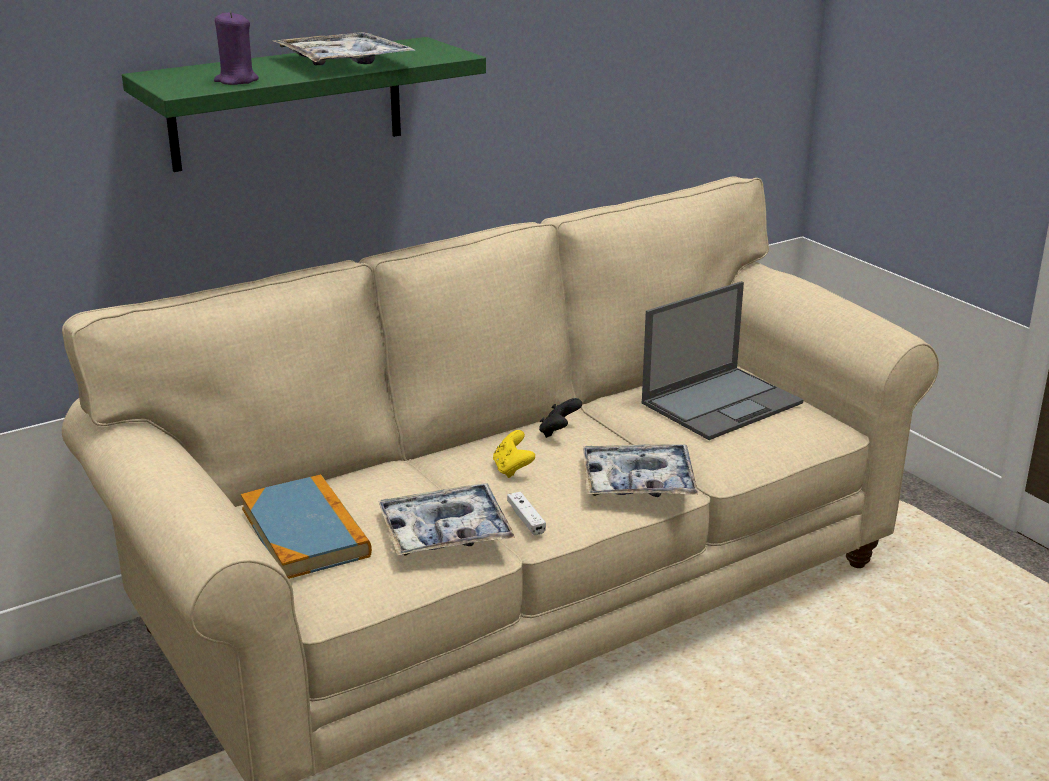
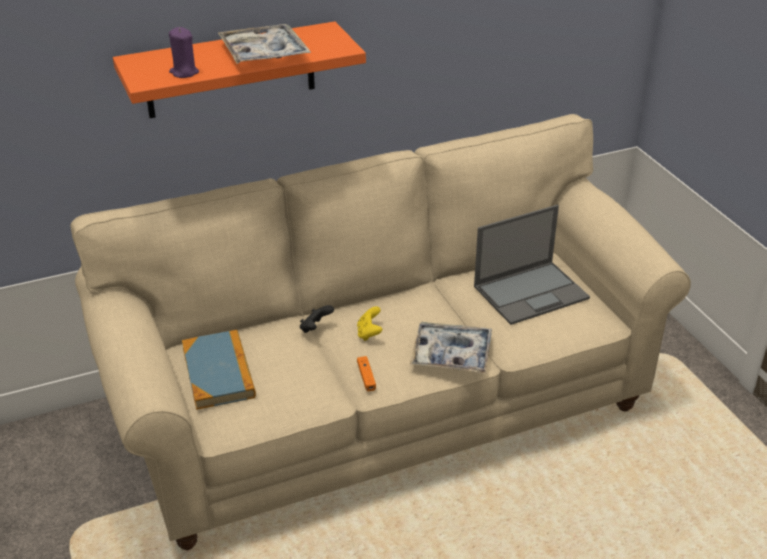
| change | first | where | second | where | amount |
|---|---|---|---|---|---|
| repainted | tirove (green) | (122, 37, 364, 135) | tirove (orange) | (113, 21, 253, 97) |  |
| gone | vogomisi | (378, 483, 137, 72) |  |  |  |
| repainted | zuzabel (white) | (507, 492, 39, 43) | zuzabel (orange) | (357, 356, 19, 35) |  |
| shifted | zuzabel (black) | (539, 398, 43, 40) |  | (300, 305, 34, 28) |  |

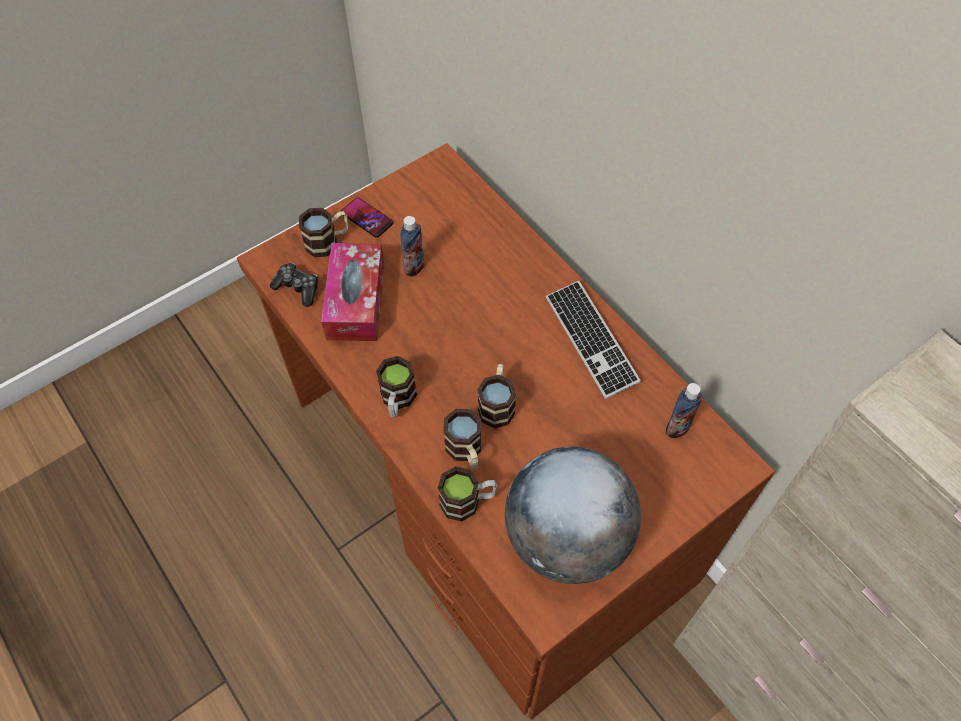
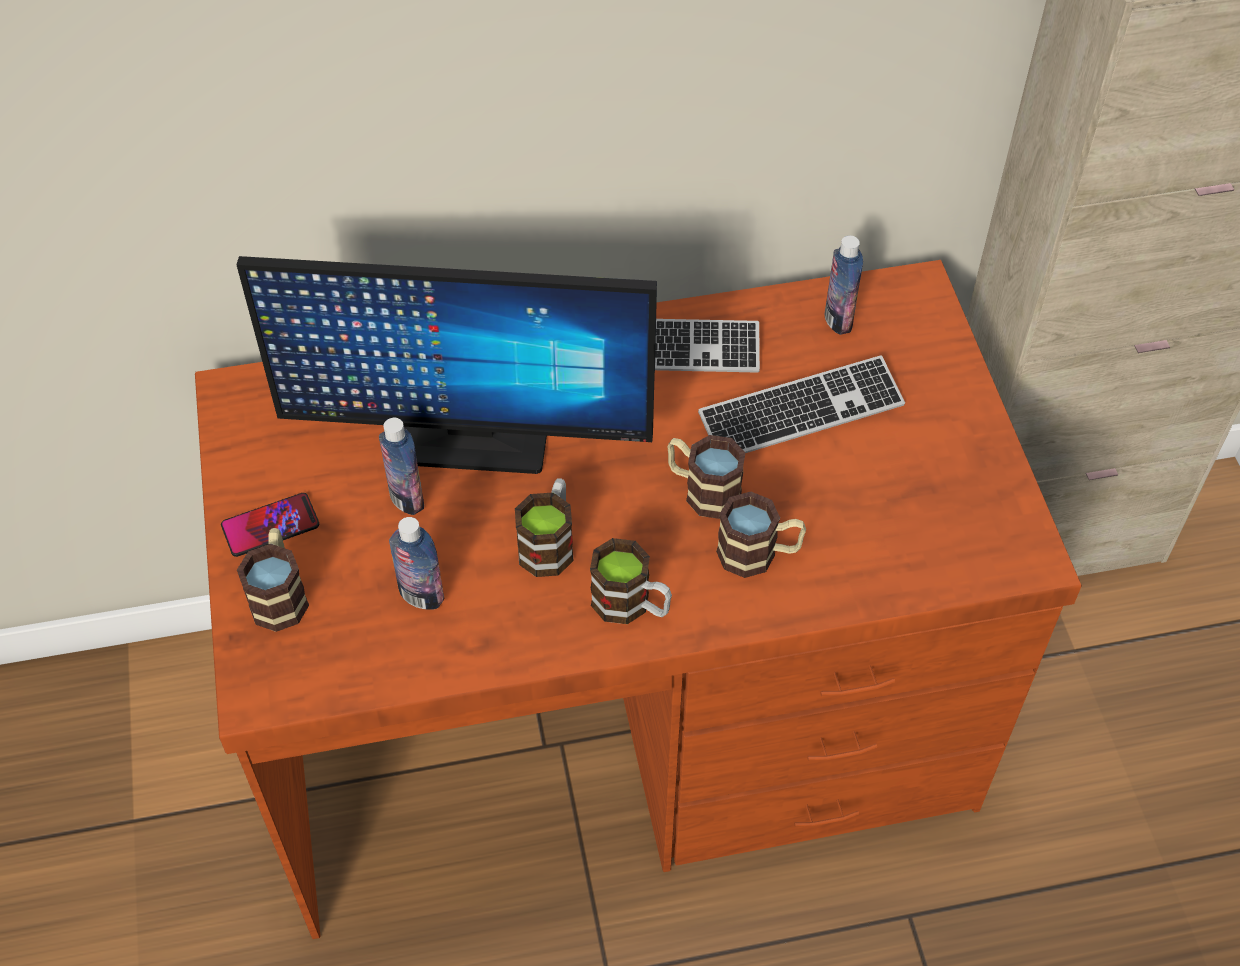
| change | first | where | second | where | amount |
|---|---|---|---|---|---|
| gone | zuzabel | (270, 263, 48, 44) |  |  |  |
| swapped | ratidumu | (321, 243, 63, 98) | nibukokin | (389, 517, 55, 93) |  |
| shifted | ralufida | (438, 466, 59, 56) |  | (515, 478, 59, 99) |  |
| gone | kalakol | (505, 446, 136, 138) |  |  |  |
| new |  |  | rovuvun | (236, 256, 421, 218) |  |
| new |  |  | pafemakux | (698, 355, 207, 98) |  |

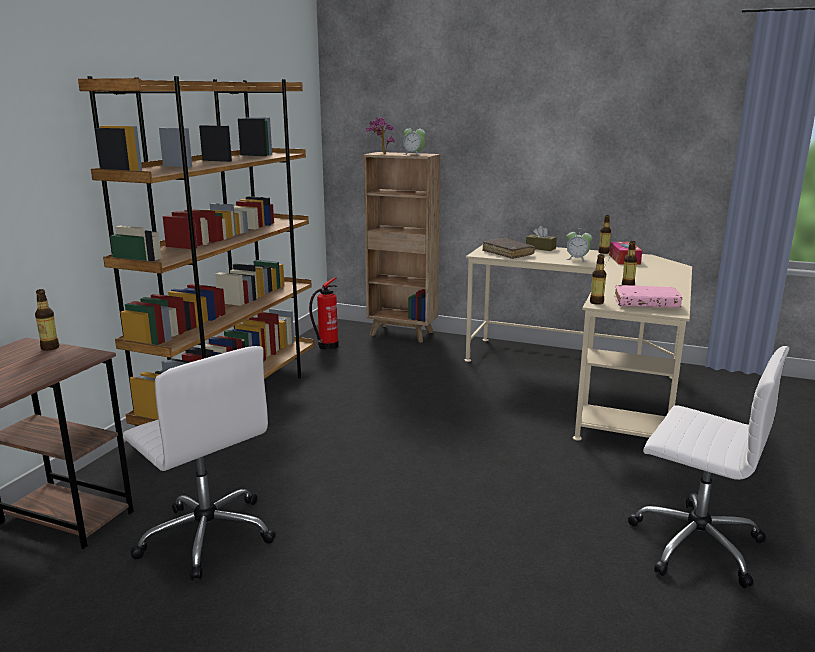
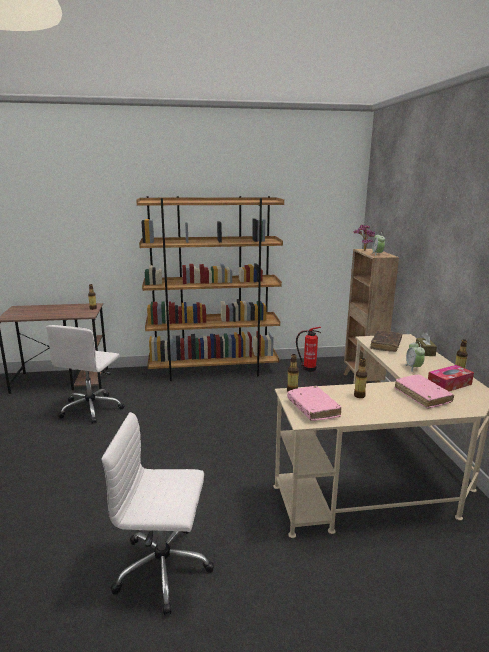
| change | first | where | second | where | amount |
|---|---|---|---|---|---|
| rotated | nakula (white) | (628, 346, 161, 242) |  | (102, 412, 112, 204) | 90 degrees clockwise |
| new |  |  | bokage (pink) | (394, 375, 60, 34) |  |

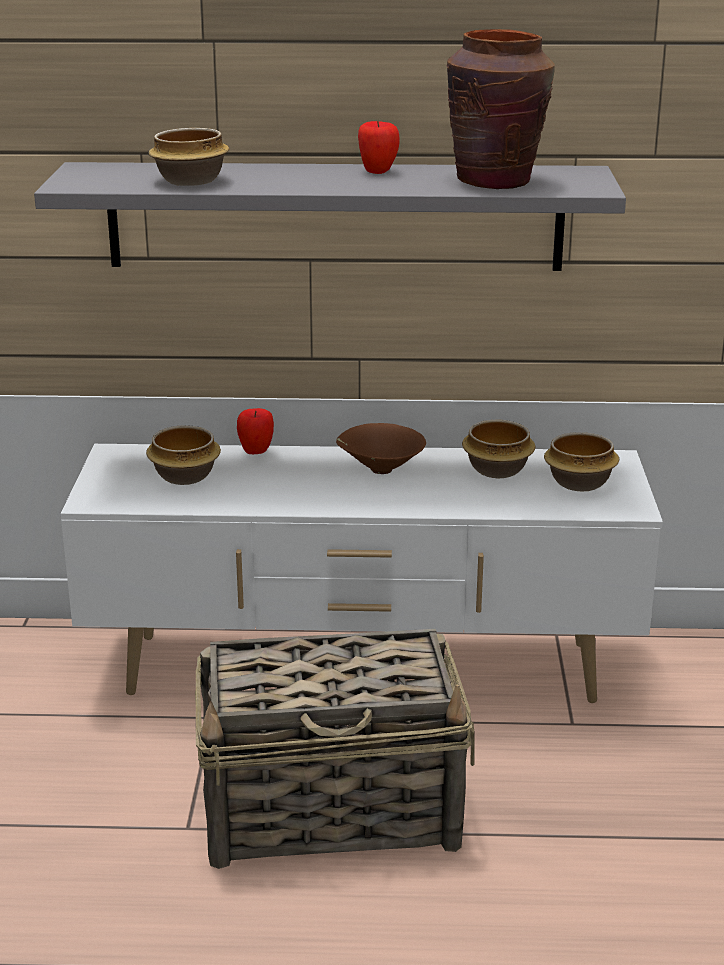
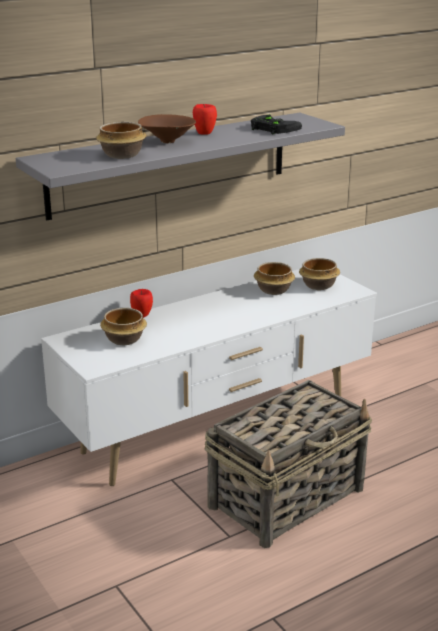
| change | first | where | second | where | amount |
|---|---|---|---|---|---|
| shifted | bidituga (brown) | (336, 423, 90, 51) |  | (138, 114, 58, 29) |  |
| swapped | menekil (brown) | (446, 29, 109, 160) | zuzabel (black) | (251, 115, 51, 19) |  |

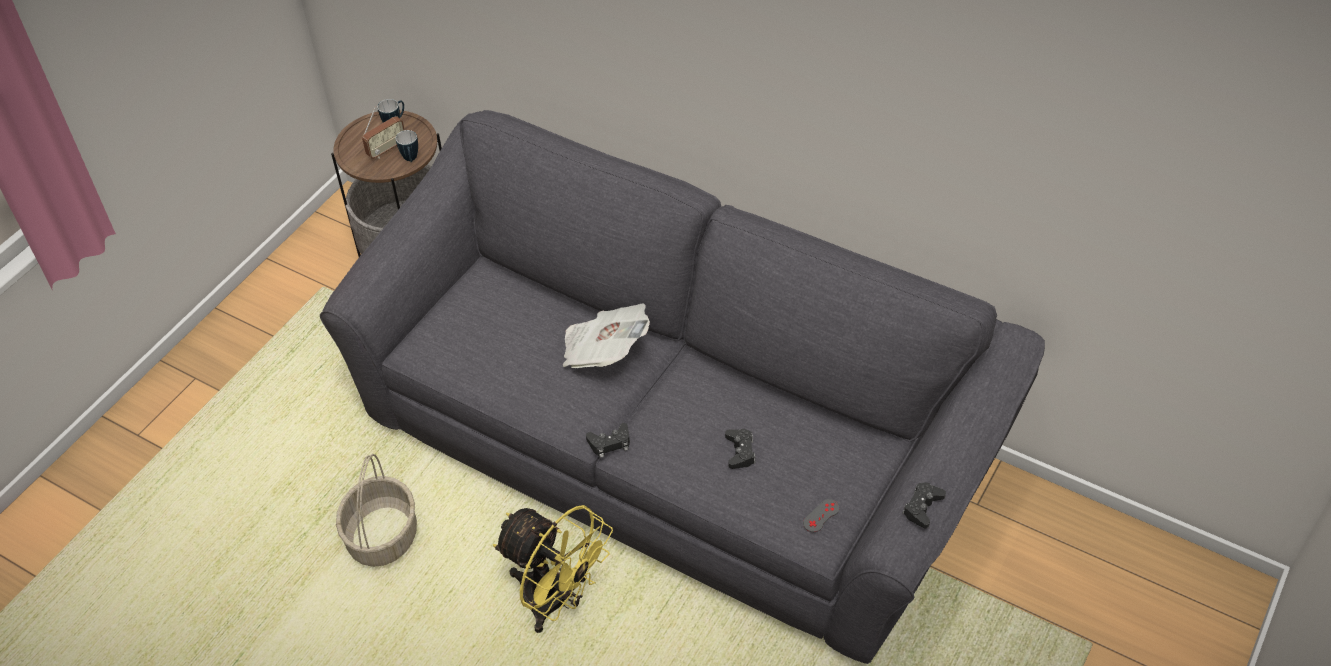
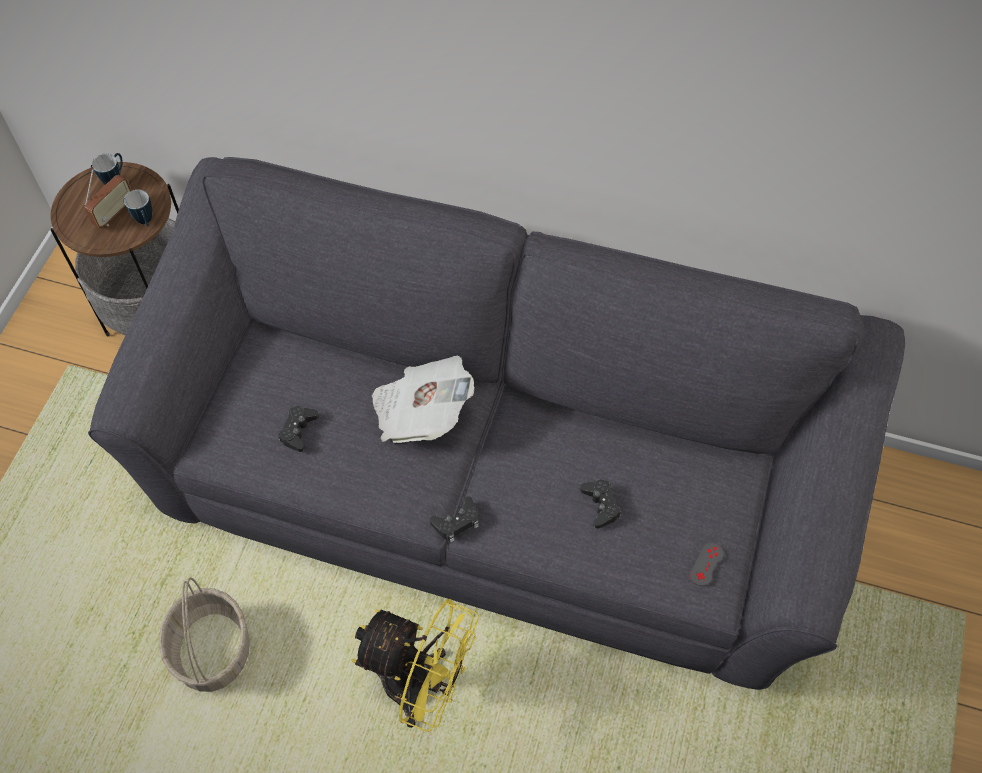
| change | first | where | second | where | amount |
|---|---|---|---|---|---|
| shifted | zuzabel (black) | (903, 482, 43, 46) |  | (278, 406, 41, 46) |  |

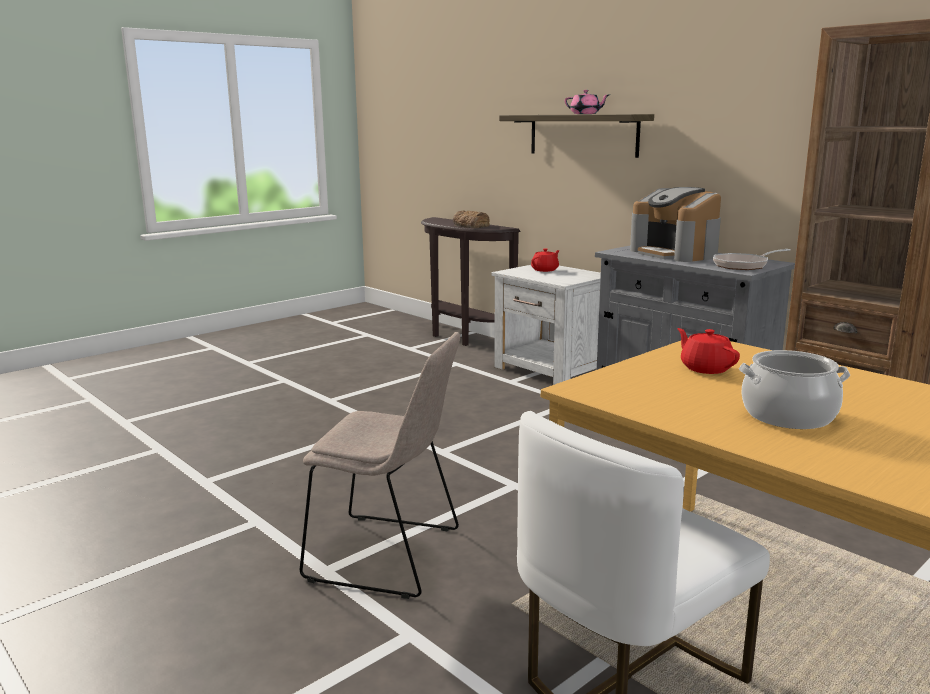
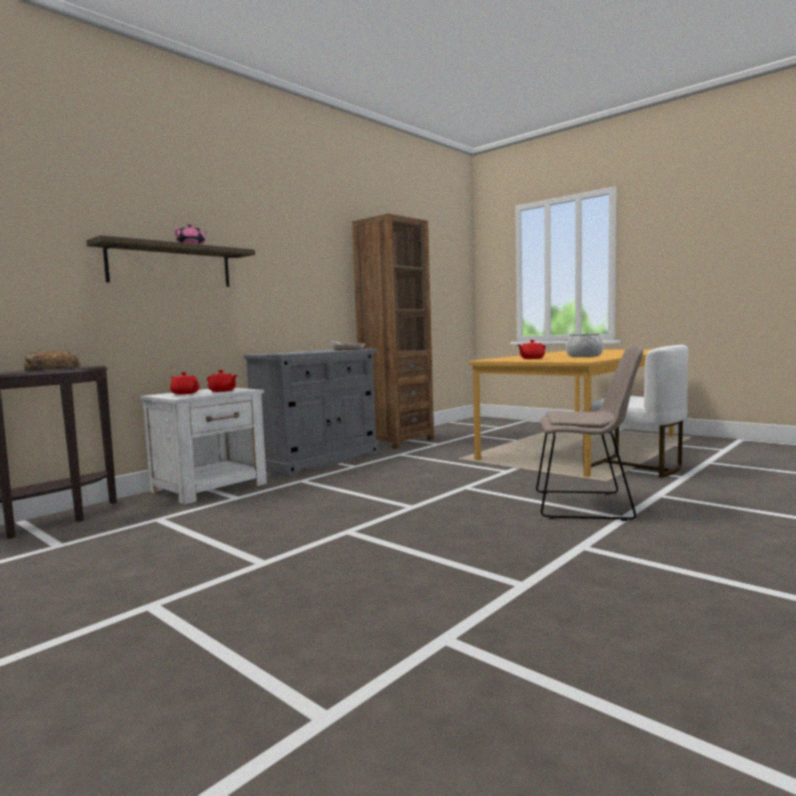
| change | first | where | second | where | amount |
|---|---|---|---|---|---|
| rotated | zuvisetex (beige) | (299, 332, 161, 267) |  | (536, 345, 107, 176) | 90 degrees clockwise |
| gone | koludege | (630, 187, 91, 75) |  |  |  |
| new |  |  | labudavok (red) | (207, 370, 30, 22) |  |

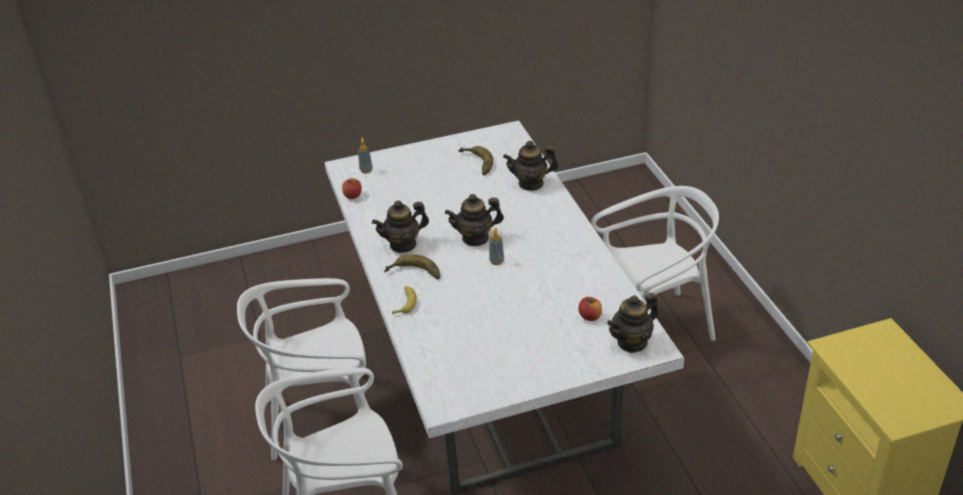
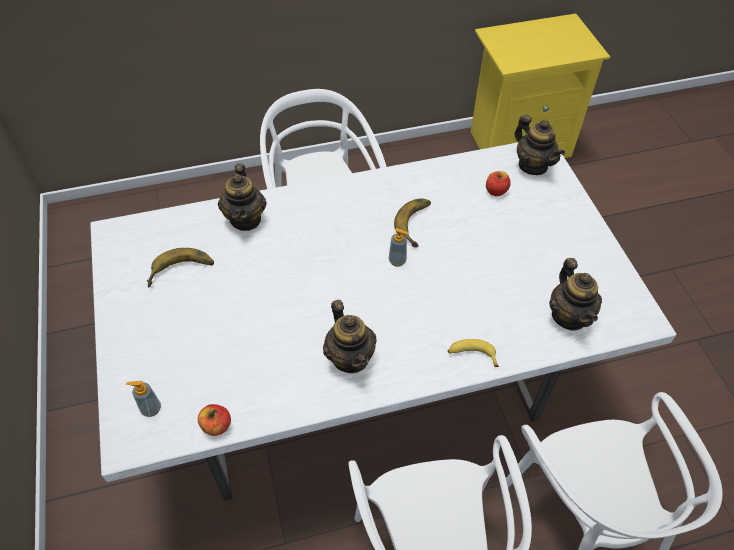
| change | first | where | second | where | amount |
|---|---|---|---|---|---|
| shifted | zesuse | (384, 254, 56, 26) |  | (394, 198, 37, 50) |  |
| shifted | labudavok | (445, 194, 59, 52) |  | (549, 258, 53, 73) |  |

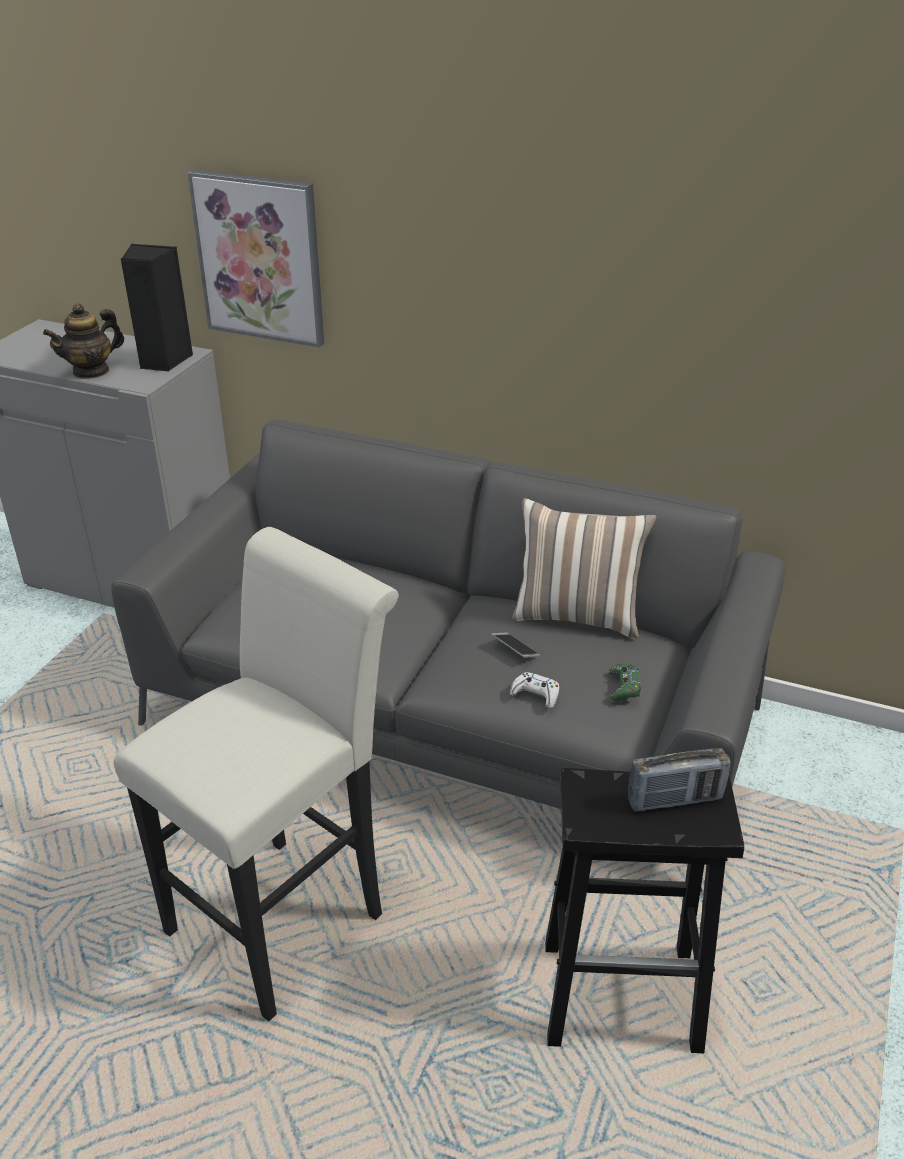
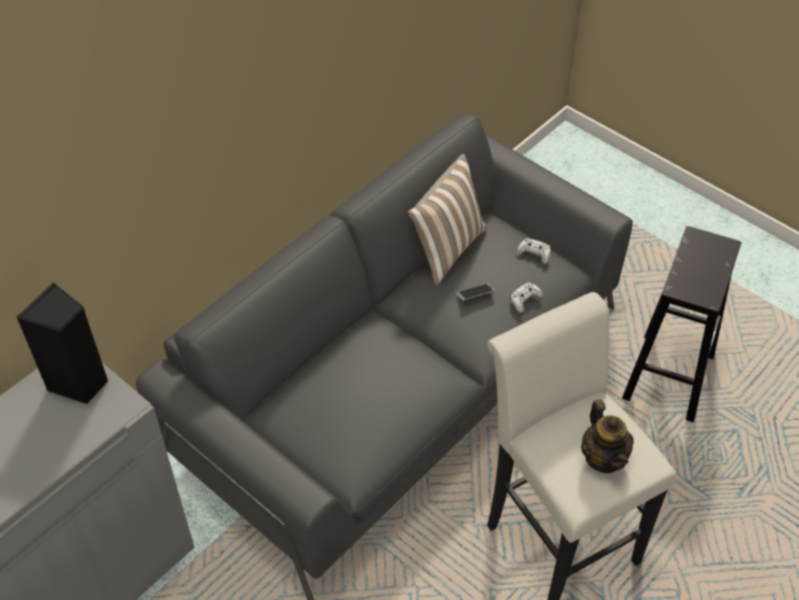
| change | first | where | second | where | amount |
|---|---|---|---|---|---|
| shifted | labudavok | (43, 303, 81, 76) |  | (581, 400, 53, 73) |  |
| gone | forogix | (187, 170, 137, 177) |  |  |  |
| repainted | zuzabel (green) | (609, 663, 32, 38) | zuzabel (white) | (517, 238, 33, 26) |  |
| gone | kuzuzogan | (628, 748, 103, 64) |  |  |  |

